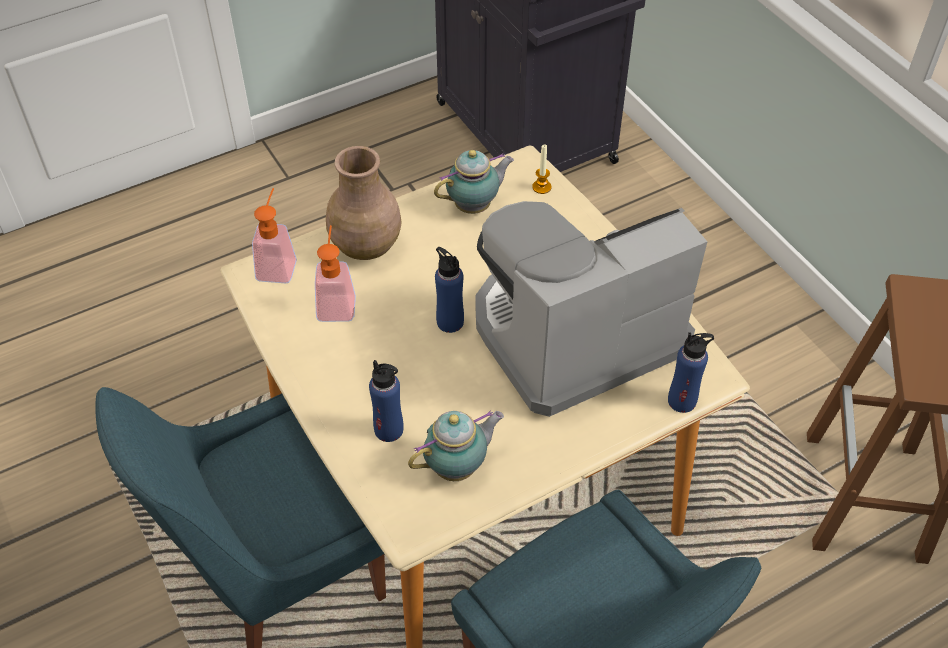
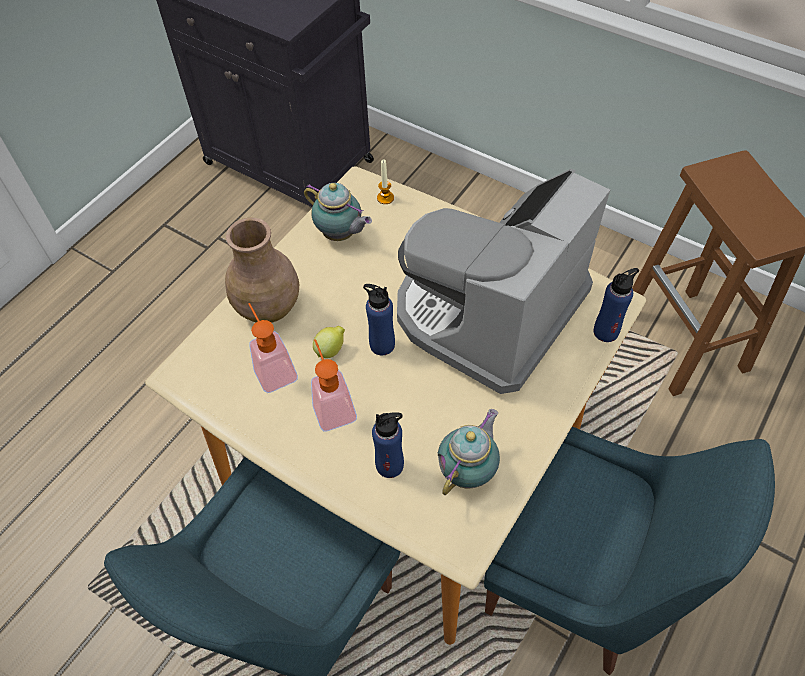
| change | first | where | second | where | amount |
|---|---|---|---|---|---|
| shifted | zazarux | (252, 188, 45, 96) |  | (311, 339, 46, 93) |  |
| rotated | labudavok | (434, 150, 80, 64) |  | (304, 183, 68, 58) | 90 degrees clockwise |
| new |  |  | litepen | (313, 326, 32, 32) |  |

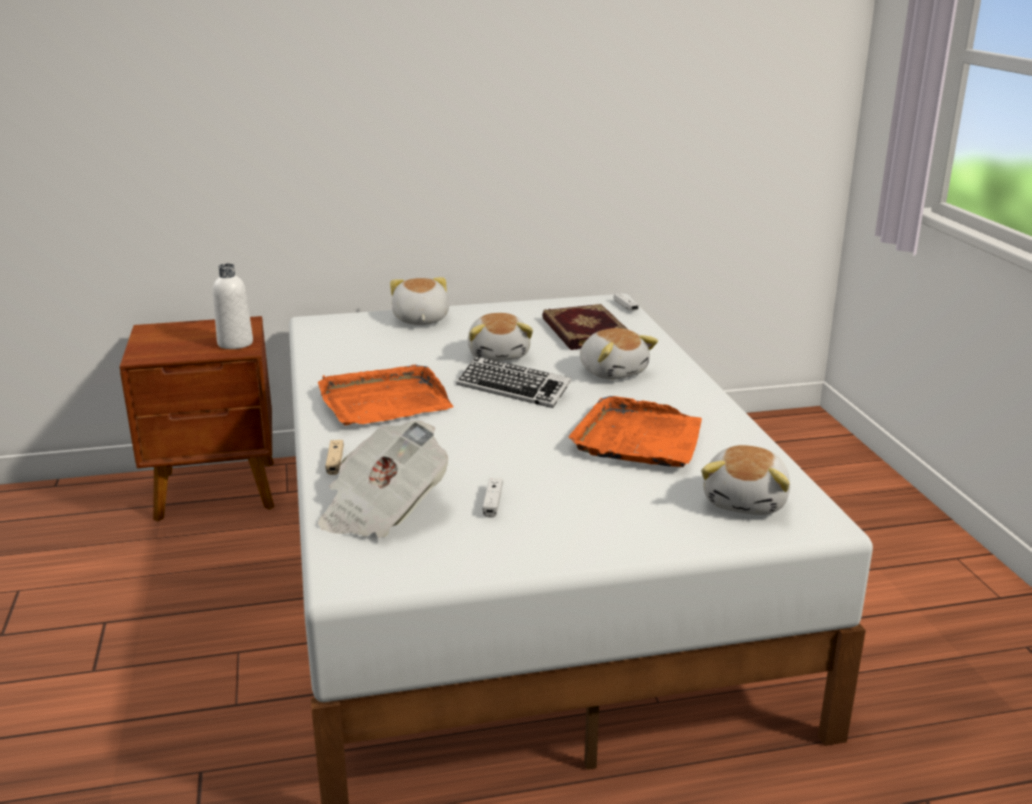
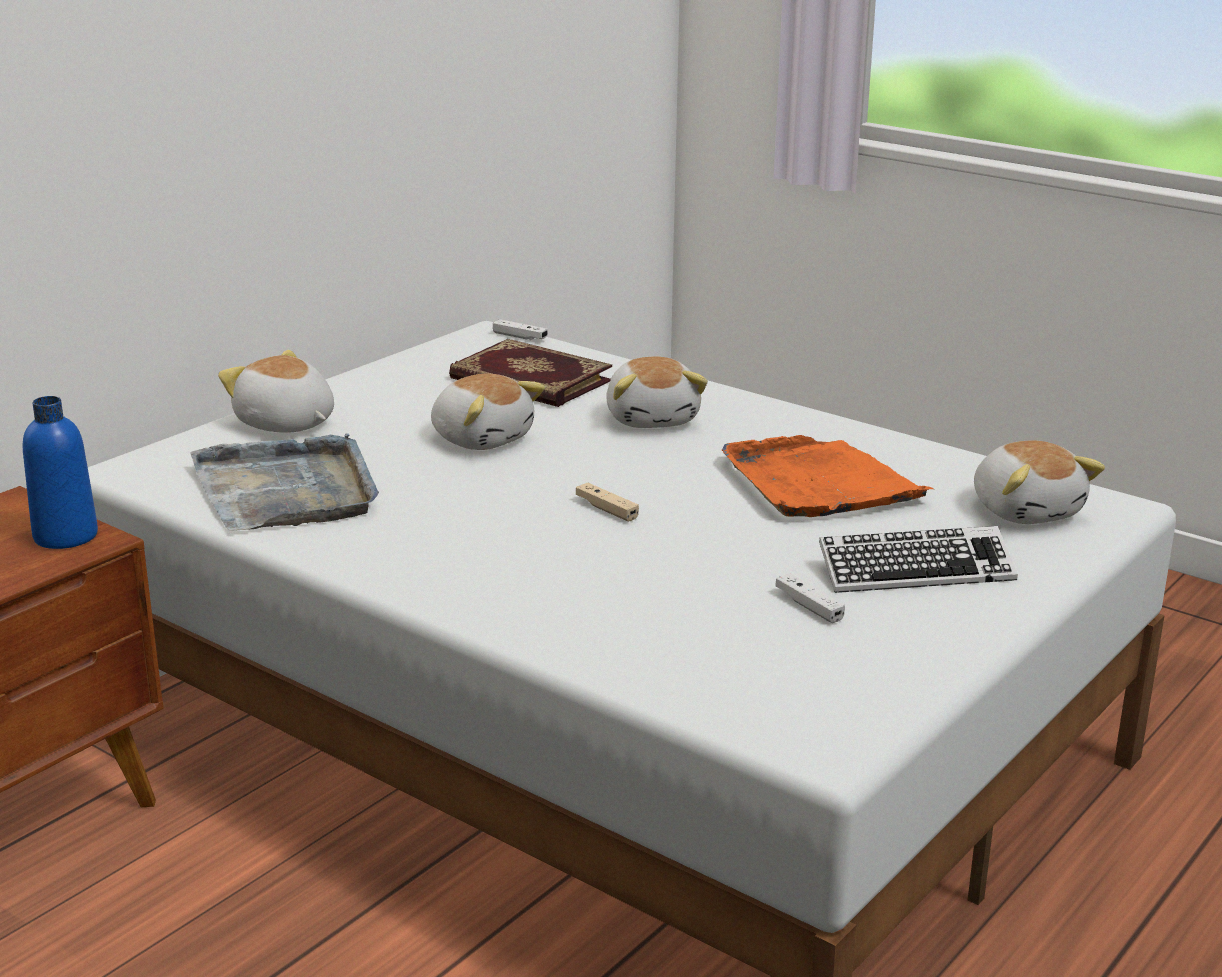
| change | first | where | second | where | amount |
|---|---|---|---|---|---|
| repainted | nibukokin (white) | (213, 263, 40, 86) | nibukokin (blue) | (23, 396, 75, 153) |  |
| gone | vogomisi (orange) | (318, 364, 136, 61) |  |  |  |
| gone | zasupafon | (318, 421, 130, 117) |  |  |  |
| shifted | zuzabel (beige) | (326, 440, 18, 35) |  | (576, 483, 63, 38) |  |
| shifted | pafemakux | (456, 356, 116, 52) |  | (819, 526, 199, 67) |  |
| rotated | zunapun | (580, 328, 78, 52) |  | (606, 356, 102, 72) | 60 degrees clockwise |
| new |  |  | vogomisi (grey) | (190, 433, 189, 98) |  |

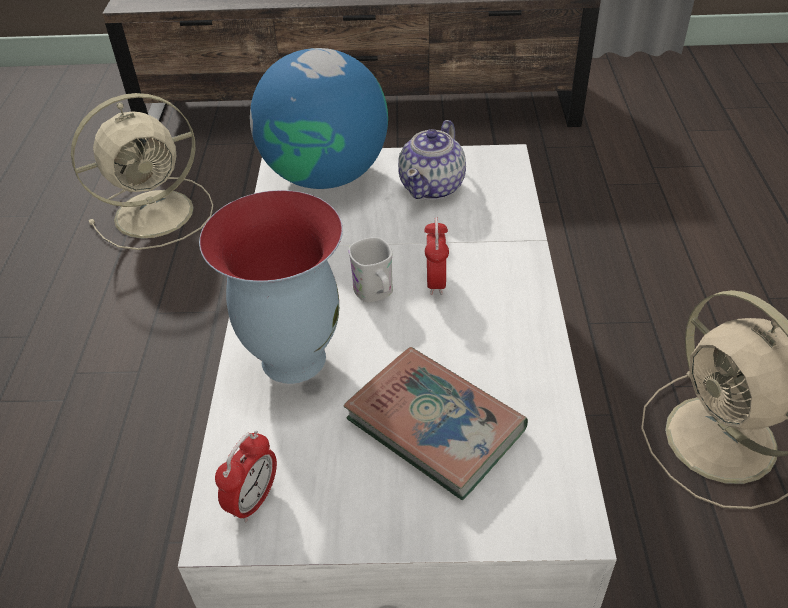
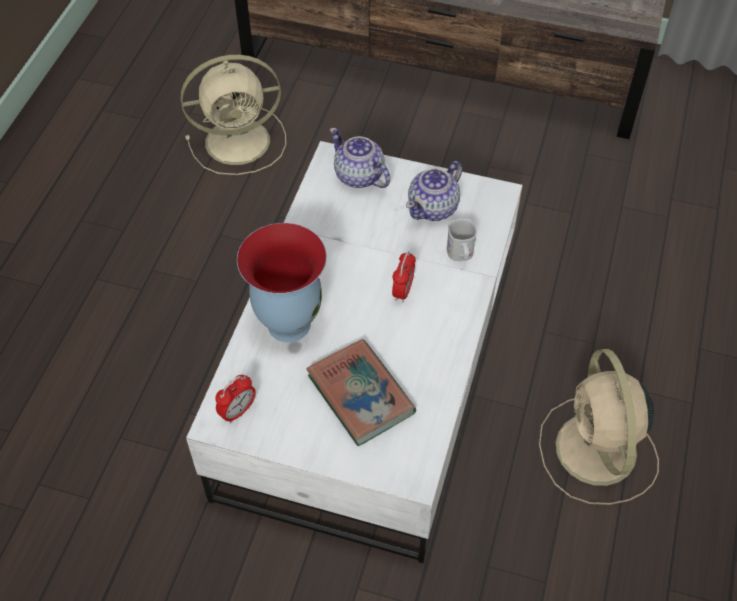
| change | first | where | second | where | amount |
|---|---|---|---|---|---|
| swapped | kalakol | (250, 48, 138, 141) | labudavok | (329, 128, 61, 60) |  |
| shifted | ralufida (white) | (348, 237, 45, 65) |  | (447, 218, 30, 43) |  |

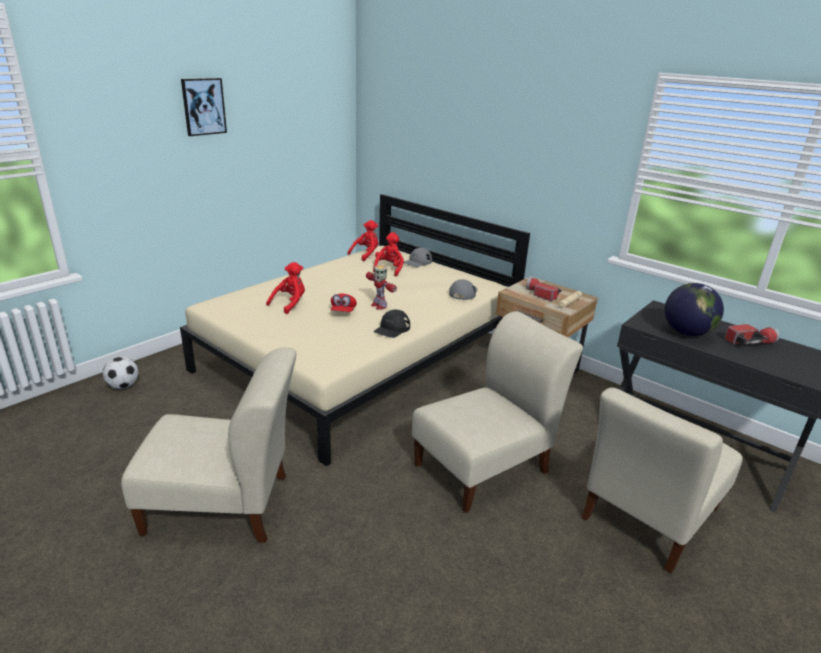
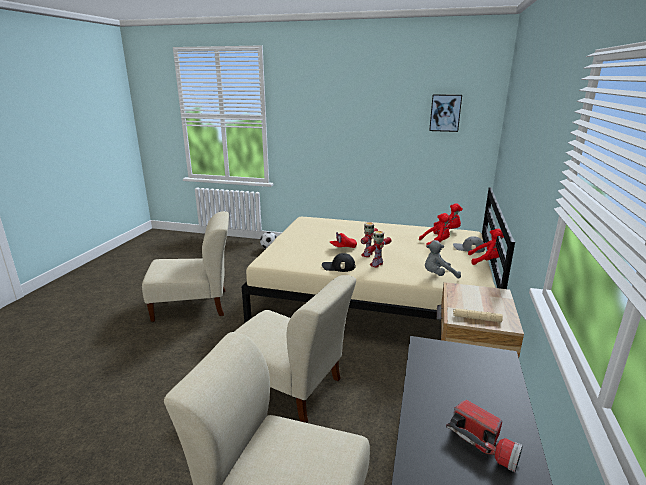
| change | first | where | second | where | amount |
|---|---|---|---|---|---|
| rotated | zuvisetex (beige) | (121, 348, 175, 195) |  | (142, 211, 87, 111) | 75 degrees counterclockwise |
| shifted | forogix | (181, 78, 46, 58) |  | (429, 94, 33, 38) |  |
| shifted | zunapun (red) | (266, 262, 39, 52) |  | (468, 229, 36, 36) |  |
| swapped | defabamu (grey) | (449, 279, 29, 21) | zunapun (grey) | (425, 240, 36, 39) |  |
| gone | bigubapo | (526, 277, 36, 24) |  |  |  |
| gone | kalakol | (665, 283, 59, 53) |  |  |  |
| new |  |  | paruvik | (366, 231, 25, 36) |  |

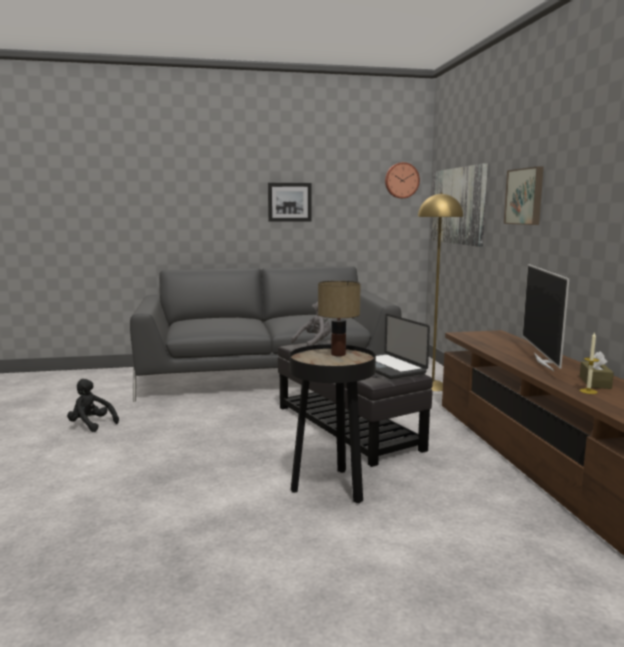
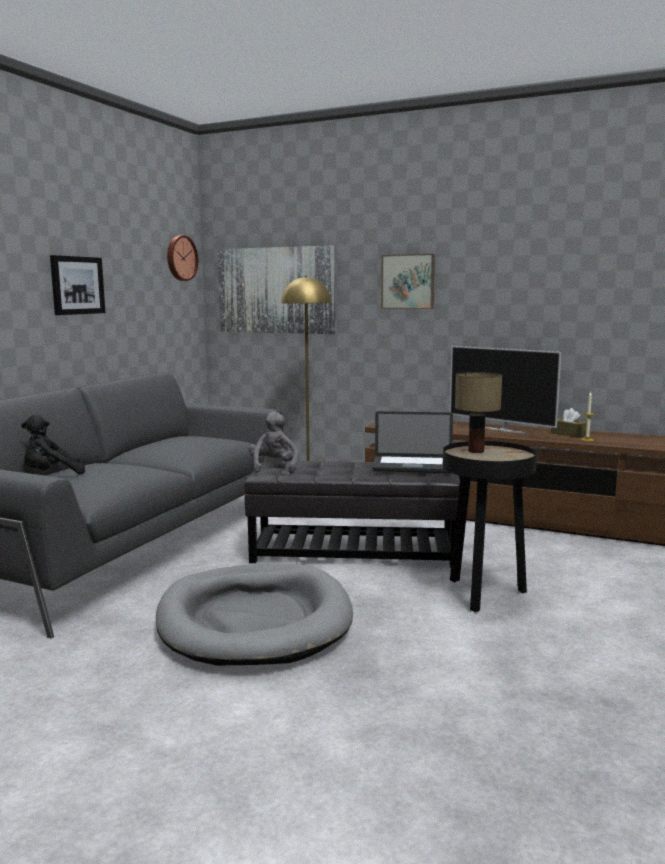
| change | first | where | second | where | amount |
|---|---|---|---|---|---|
| shifted | zunapun (black) | (67, 379, 52, 53) |  | (21, 415, 64, 59) |  |
| new |  |  | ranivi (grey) | (156, 564, 197, 102) |  |

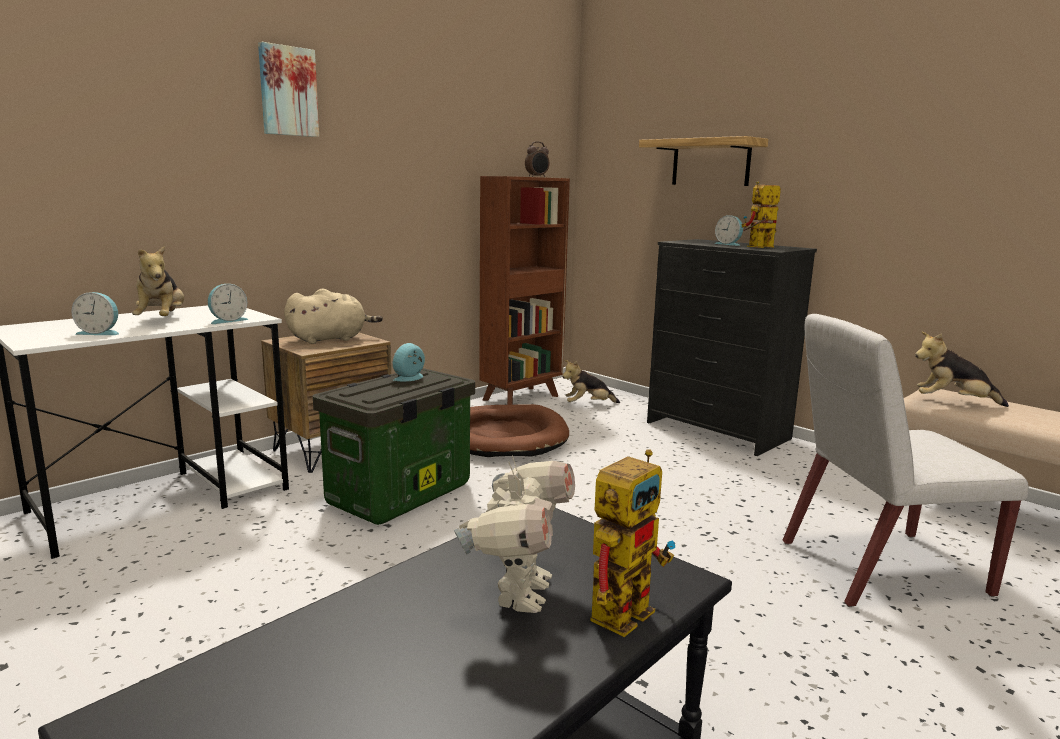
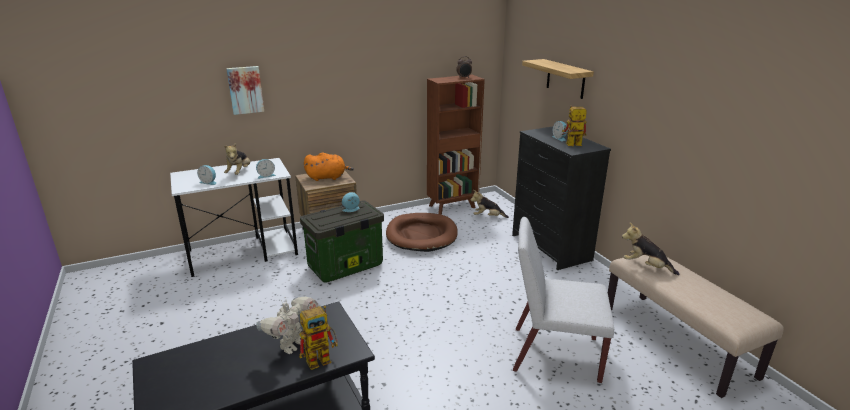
| change | first | where | second | where | amount |
|---|---|---|---|---|---|
| shifted | forogix | (258, 42, 61, 95) |  | (226, 66, 38, 49) |  |
| repainted | zunapun (beige) | (284, 289, 99, 55) | zunapun (orange) | (304, 153, 50, 28) |  |

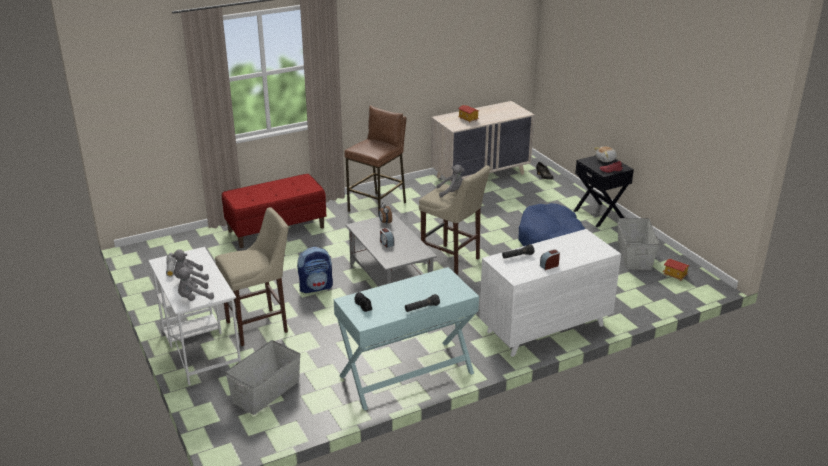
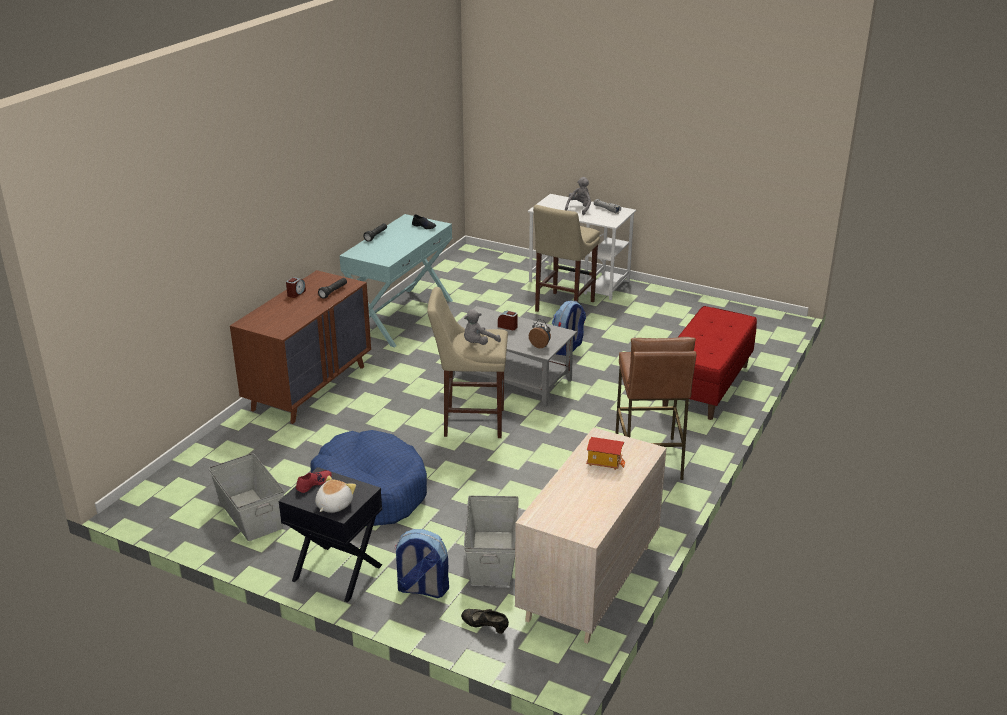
| change | first | where | second | where | amount |
|---|---|---|---|---|---|
| gone | zunapun (grey) | (175, 267, 39, 34) |  |  |  |
| shifted | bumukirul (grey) | (225, 340, 76, 75) |  | (464, 496, 55, 90) |  |
| repainted | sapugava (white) | (479, 229, 142, 128) | sapugava (brown) | (230, 270, 141, 154) |  |
| gone | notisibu | (662, 259, 28, 22) |  |  |  |
| new |  |  | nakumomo | (394, 529, 55, 69) |  |

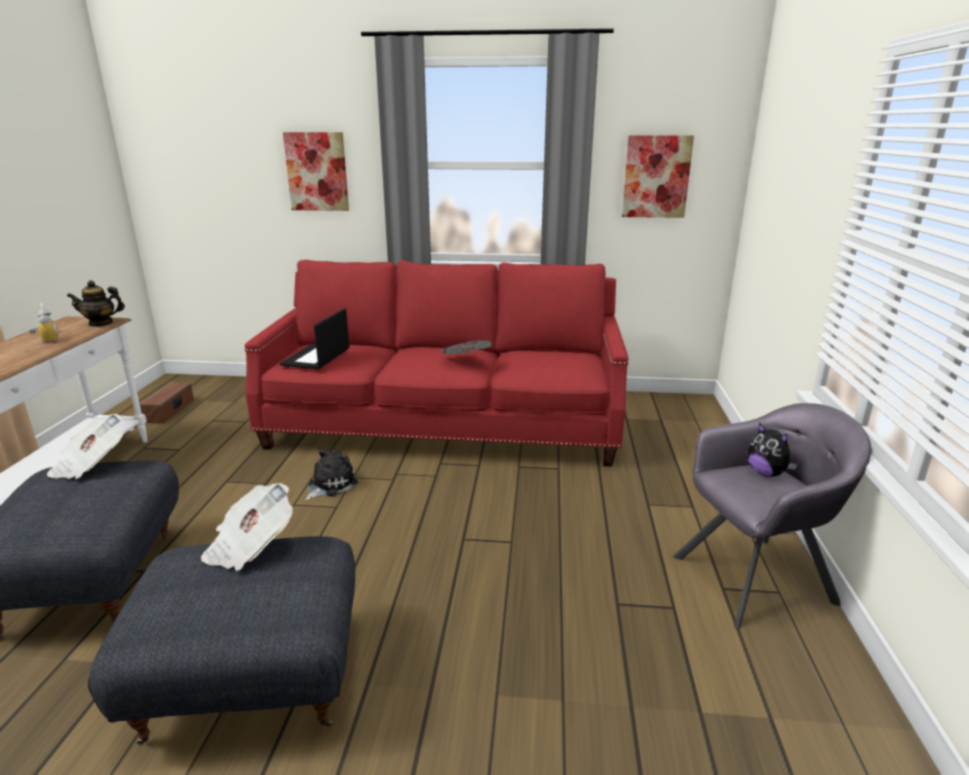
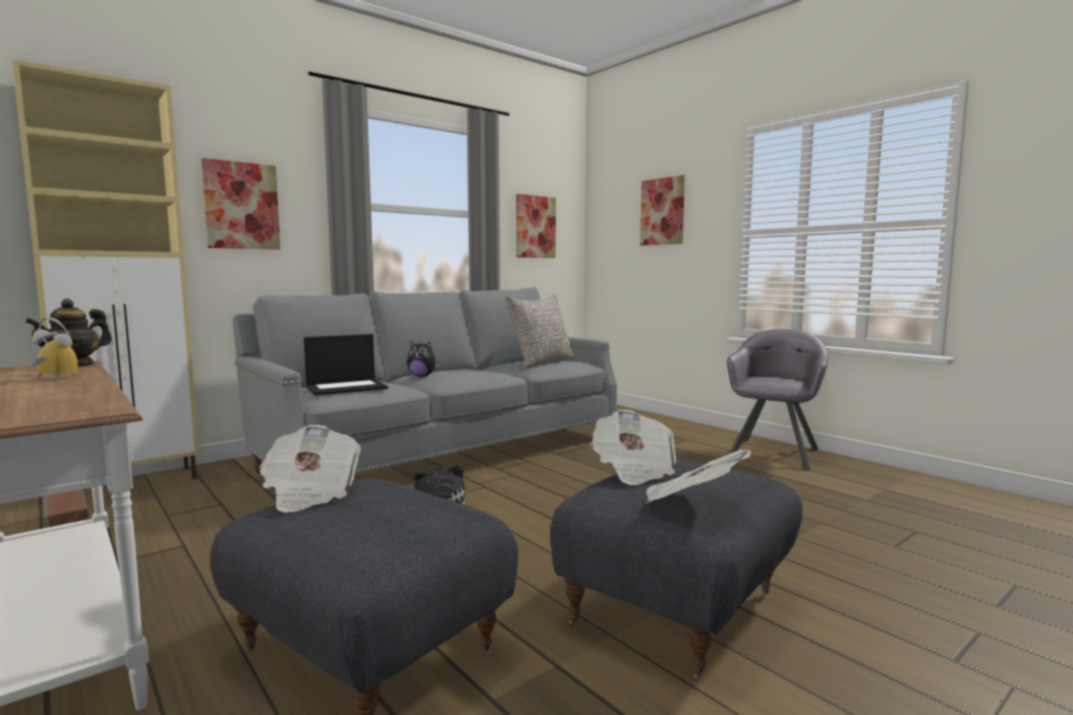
| change | first | where | second | where | amount |
|---|---|---|---|---|---|
| repainted | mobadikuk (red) | (244, 260, 385, 206) | mobadikuk (grey) | (232, 287, 385, 187) |  |
| rotated | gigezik | (280, 308, 69, 62) |  | (304, 334, 84, 62) | 90 degrees counterclockwise |
| shifted | zasupafon | (443, 340, 49, 15) |  | (646, 450, 105, 53) |  |
| shifted | zunapun | (747, 422, 51, 55) |  | (407, 341, 33, 36) |  |
| new |  |  | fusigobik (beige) | (12, 59, 187, 420) |  |
| new |  |  | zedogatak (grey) | (506, 294, 69, 74) |  |
| new |  |  | forogix | (640, 175, 45, 71) |  |

